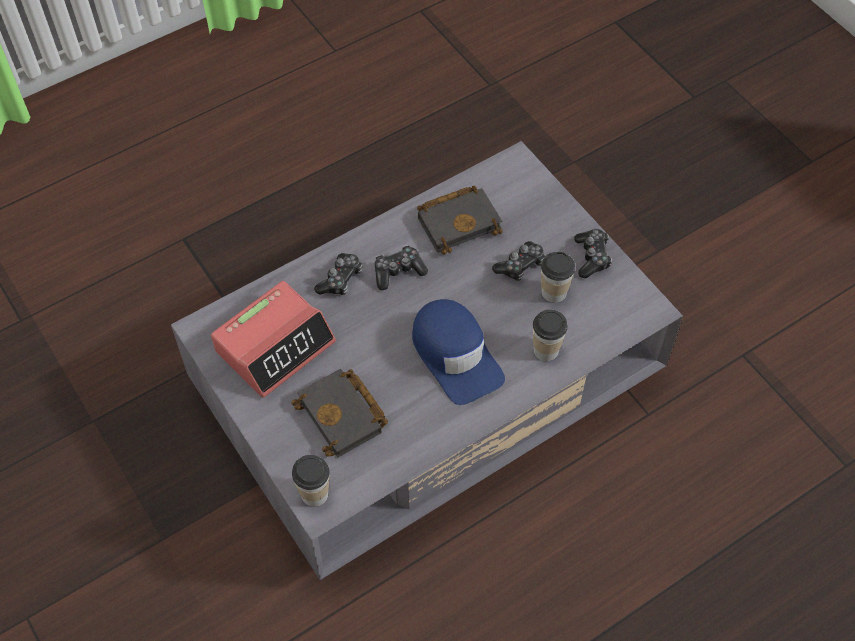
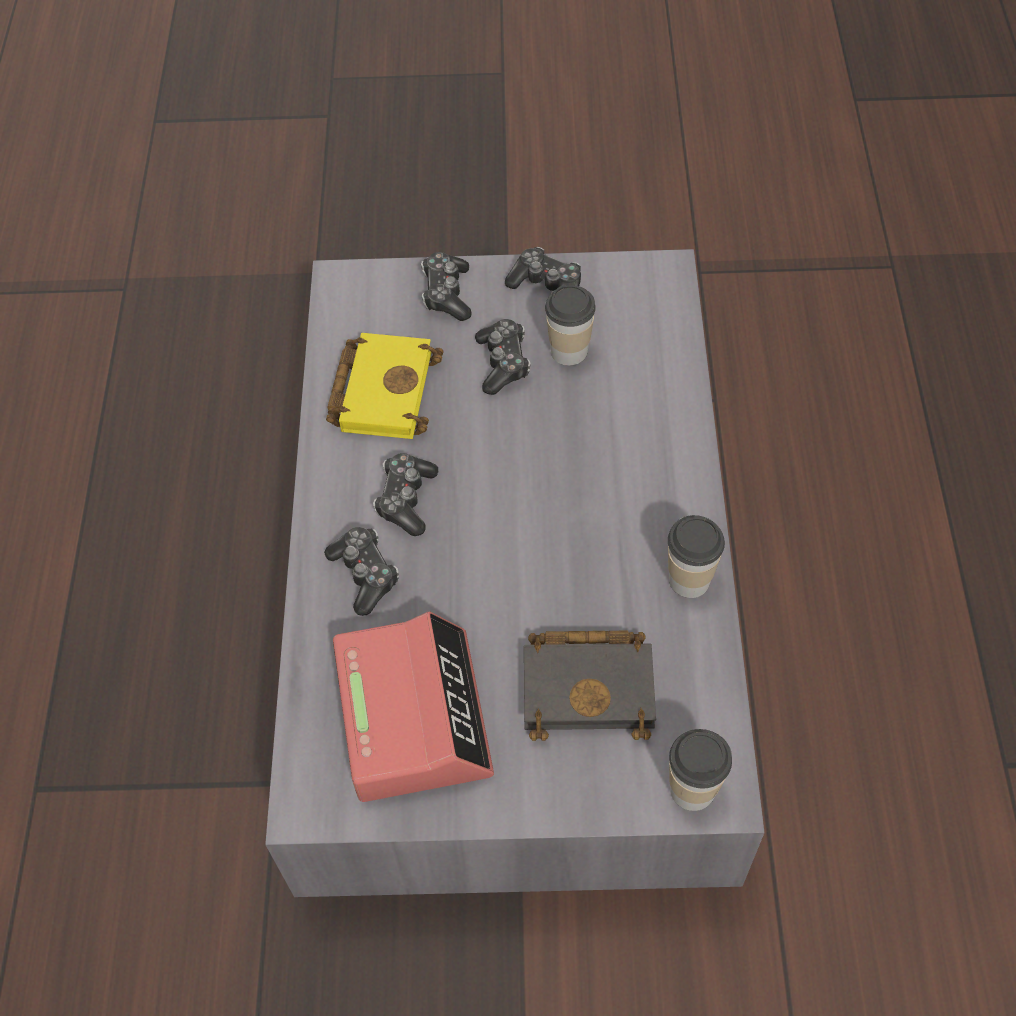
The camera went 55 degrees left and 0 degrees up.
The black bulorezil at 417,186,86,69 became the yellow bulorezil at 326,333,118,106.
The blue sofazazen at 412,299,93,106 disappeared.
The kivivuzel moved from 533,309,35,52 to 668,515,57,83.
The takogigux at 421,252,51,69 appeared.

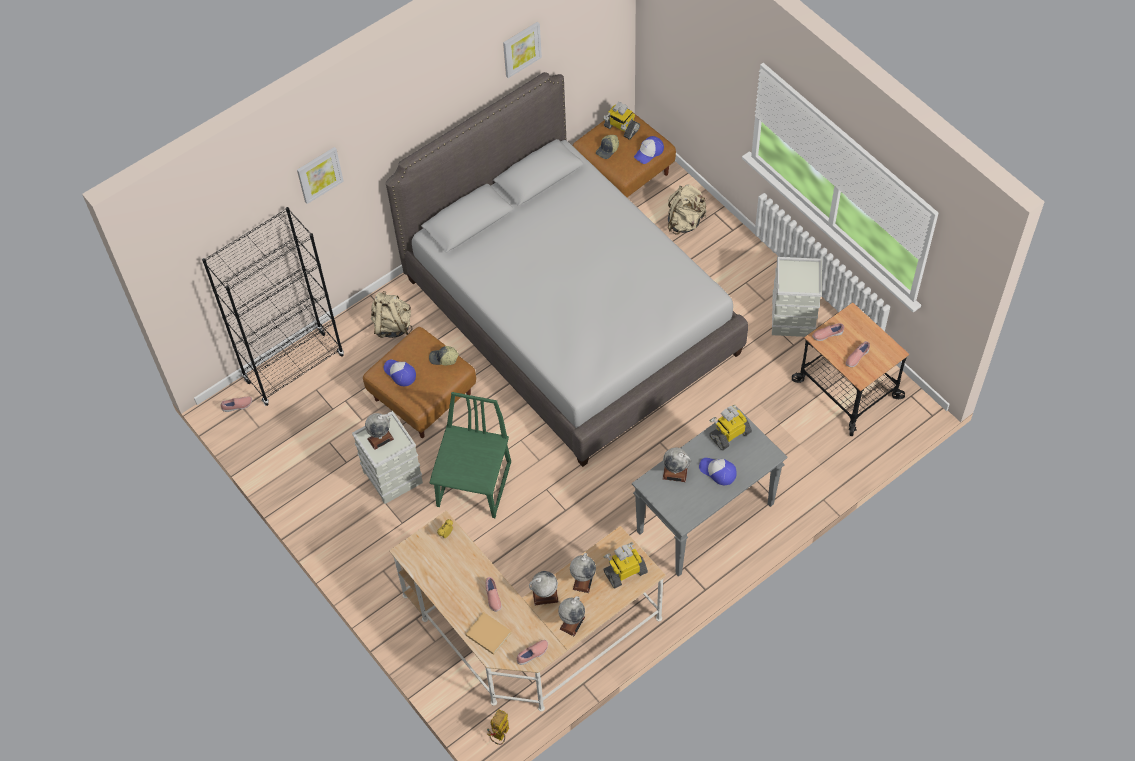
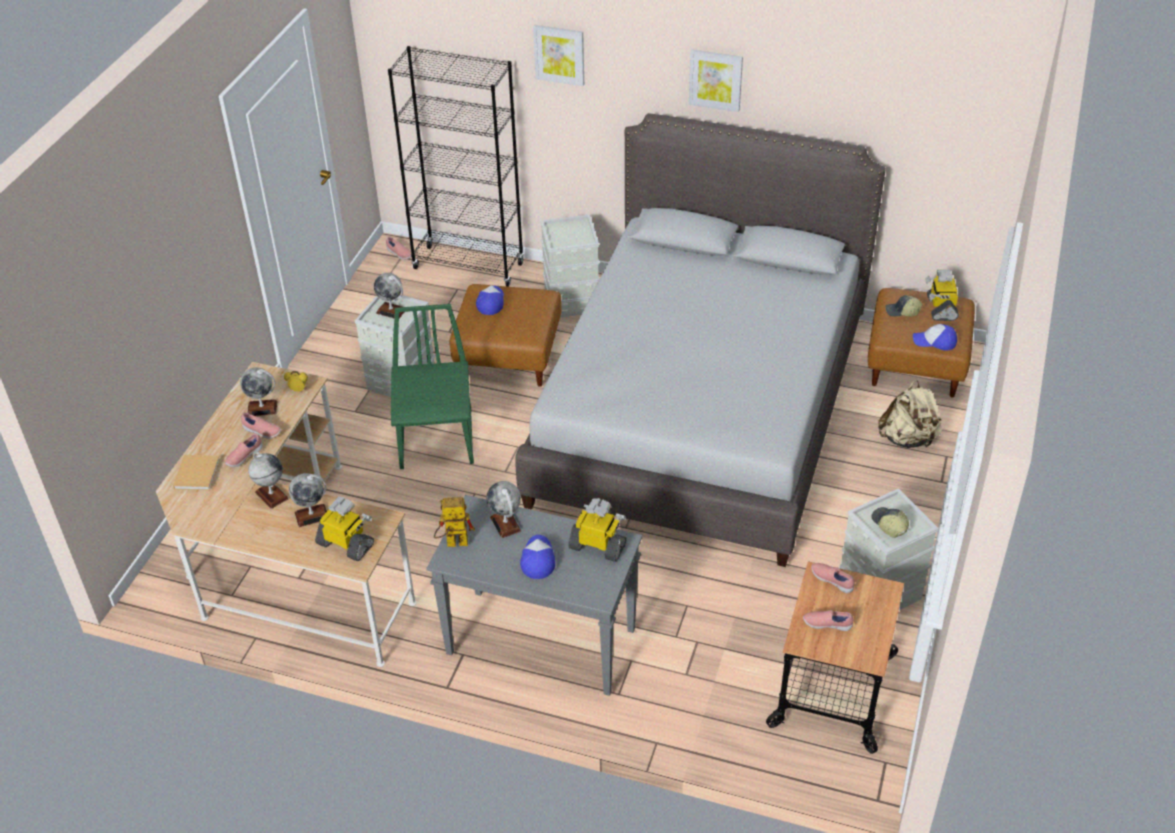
The camera went 55 degrees right and 15 degrees down.
The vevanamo moved from 503,22,39,56 to 689,49,54,63.
The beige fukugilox at 371,291,41,47 was replaced by the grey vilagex at 540,215,59,102.
The sofazazen moved from 429,346,30,19 to 871,507,38,31.
The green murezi at 429,392,82,126 turned 75 degrees counterclockwise.
The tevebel moved from 558,596,27,40 to 240,367,37,49.
The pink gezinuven moved from 517,640,31,25 to 241,412,40,26.
The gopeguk moved from 487,709,22,36 to 434,497,41,50.

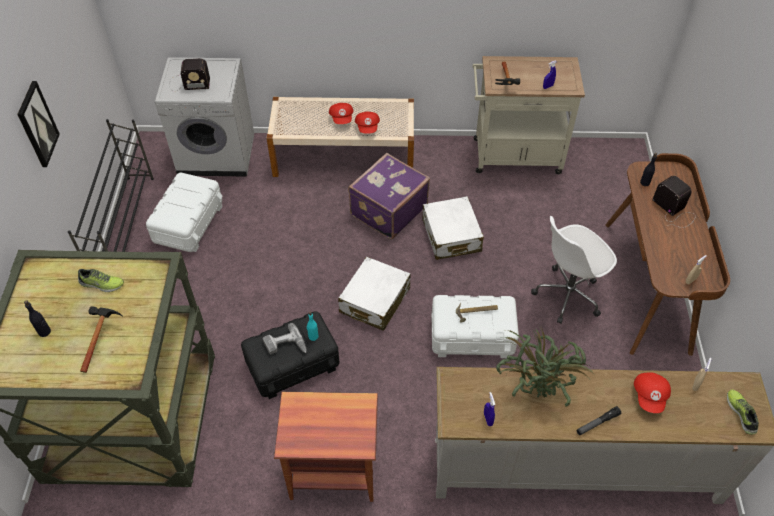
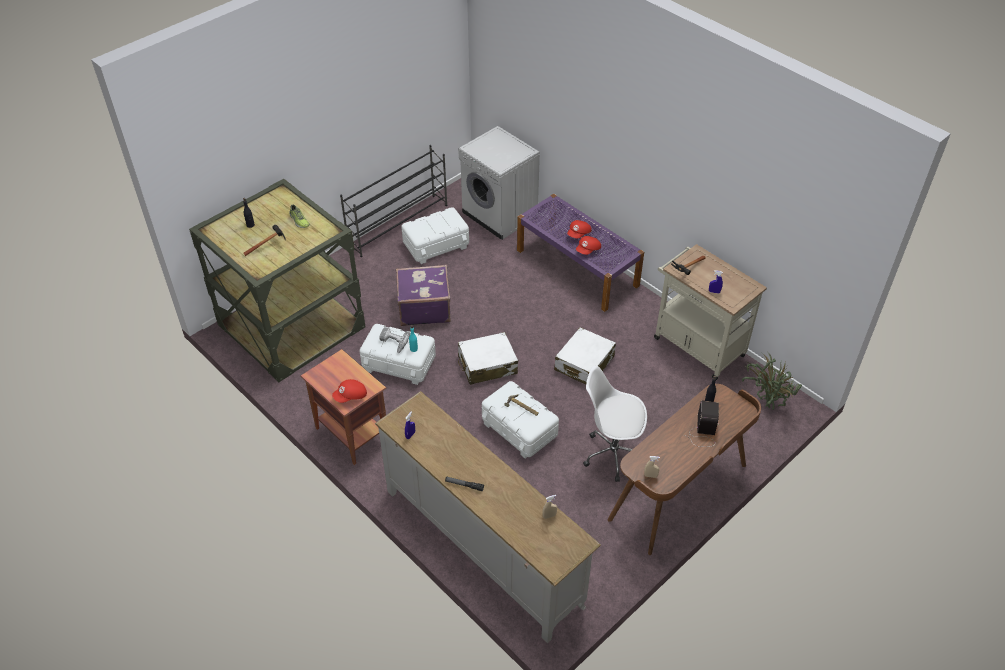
The camera went 45 degrees right and 5 degrees down.
The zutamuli at 170,58,40,32 disappeared.
The vevanamo at 17,81,43,86 disappeared.
The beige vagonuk at 267,97,147,80 became the purple vagonuk at 517,194,127,118.
The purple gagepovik moved from 348,153,82,86 to 396,265,55,61.
The black vilagex at 241,311,98,88 became the white vilagex at 360,324,76,61.
The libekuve moved from 496,328,99,79 to 742,353,60,57.
The red sofazazen moved from 634,372,37,41 to 332,379,35,24.
The gezinuven at 727,389,32,46 disappeared.

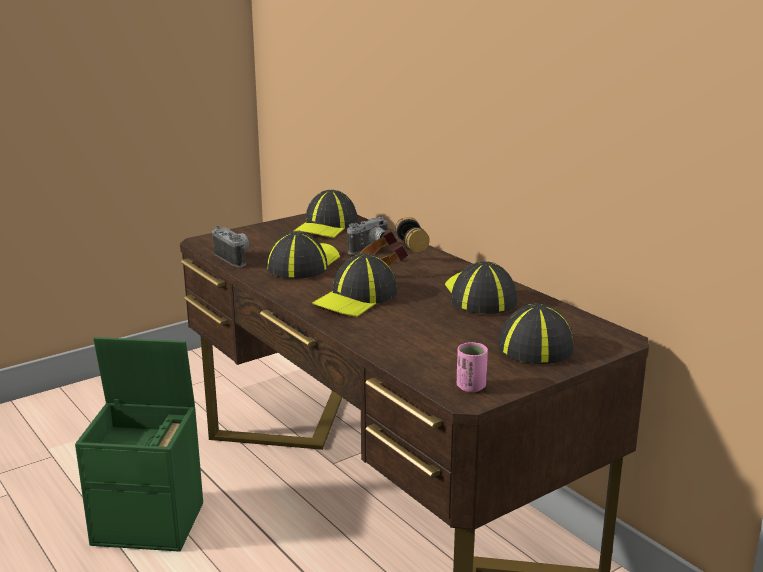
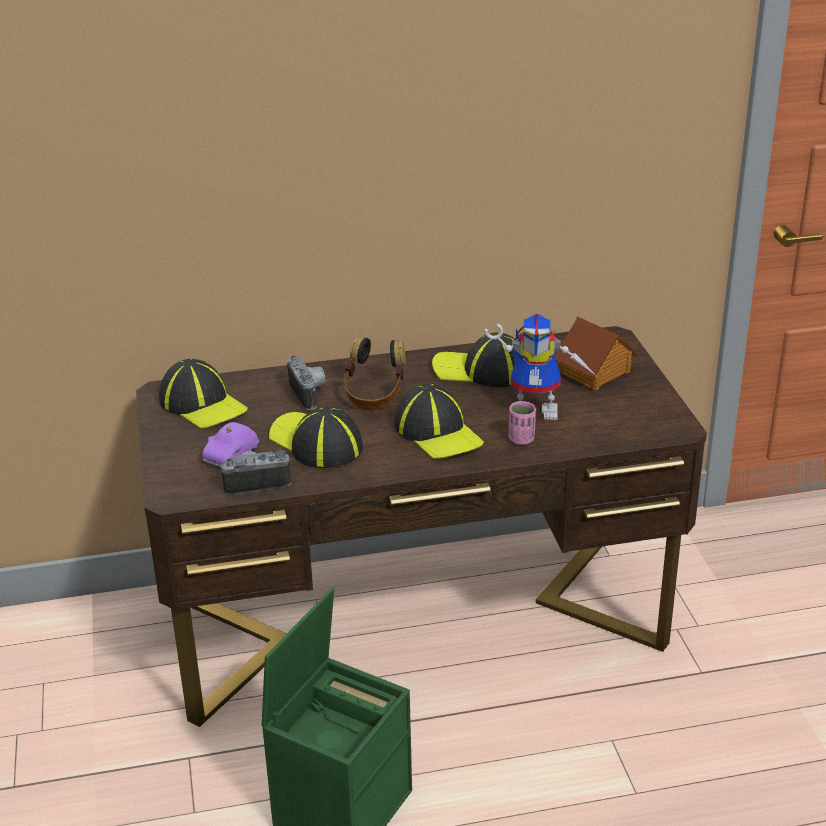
The camera went 65 degrees left and 10 degrees up.
The sofazazen at 499,303,74,61 was replaced by the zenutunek at 555,316,83,75.
The pink kivivuzel moved from 457,342,31,50 to 509,401,27,44.
The gopeguk at 484,314,112,106 appeared.
The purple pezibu at 202,422,57,45 appeared.

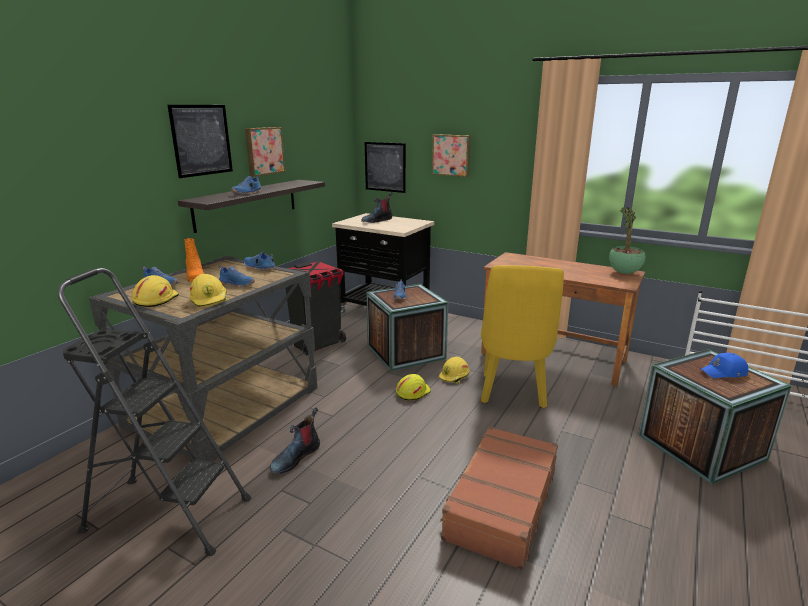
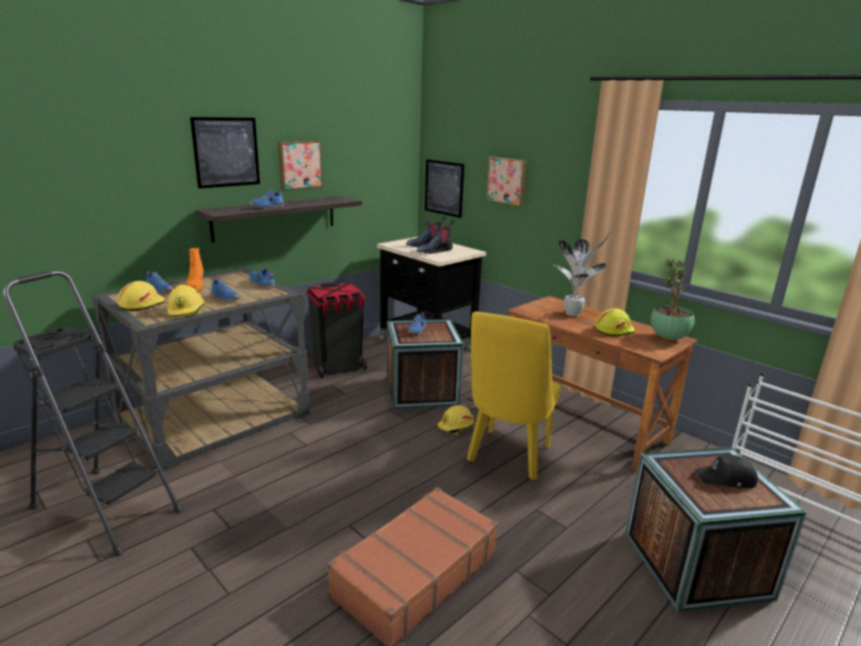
The camera went 15 degrees right and 0 degrees up.
The blue sofazazen at 700,353,48,25 became the black sofazazen at 695,455,63,33.
The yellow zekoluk moved from 396,374,35,27 to 595,308,40,28.
The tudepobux moved from 270,408,50,66 to 417,220,37,34.
The libekuve at 554,232,56,84 appeared.

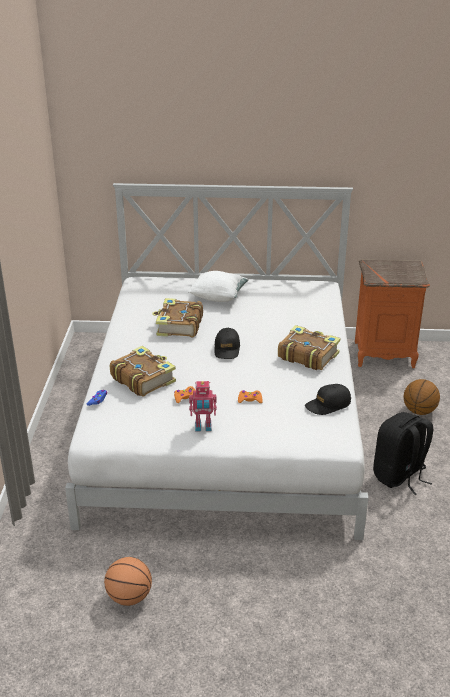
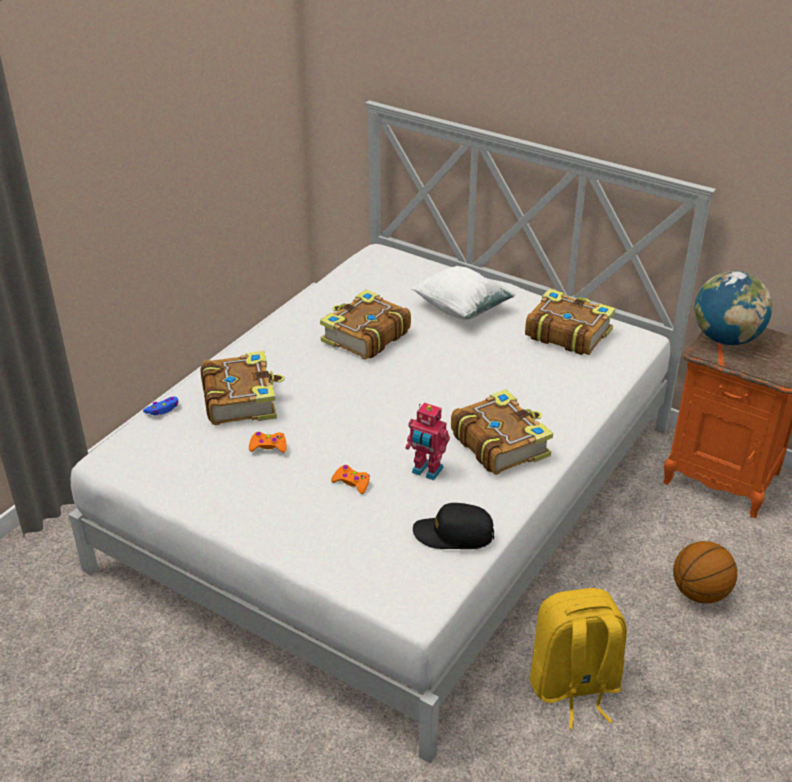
The camera went 30 degrees right and 5 degrees up.
The black sofazazen at 214,328,26,31 disappeared.
The gopeguk moved from 189,381,28,50 to 406,403,44,77.
The black fukugilox at 373,412,60,83 became the yellow fukugilox at 530,588,97,141.
The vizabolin at 104,557,48,49 disappeared.
The tevebel at 695,271,77,74 appeared.
The bulorezil at 525,289,91,66 appeared.

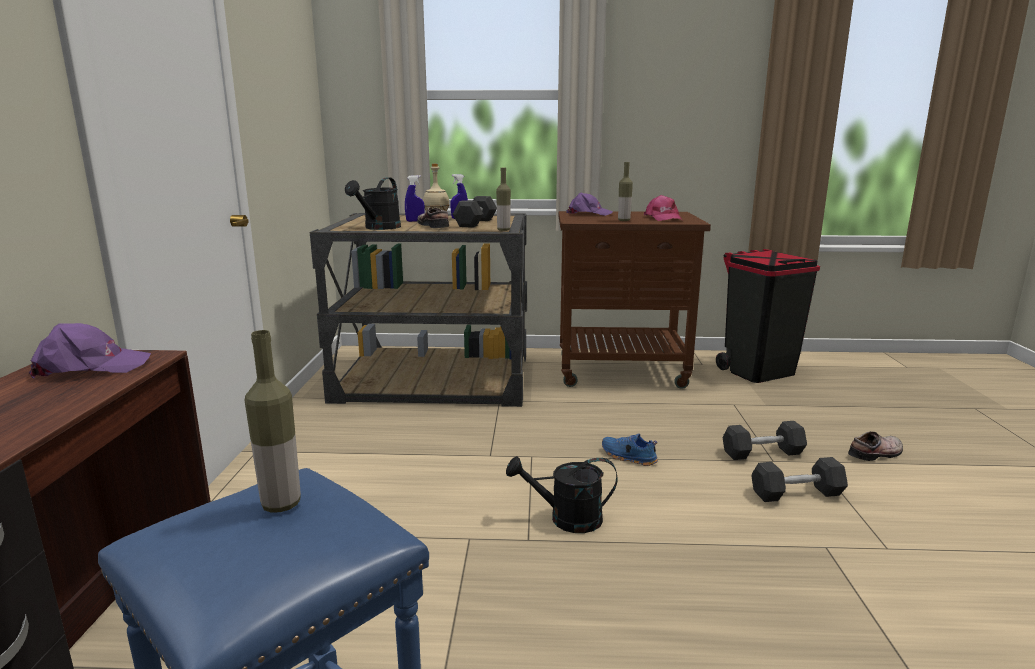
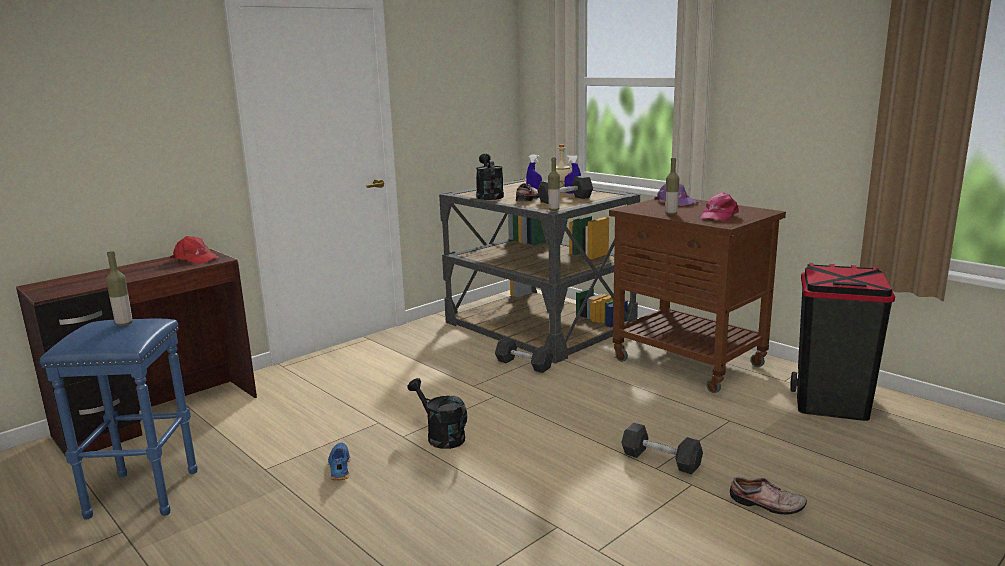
The camera went 45 degrees right and 0 degrees up.
The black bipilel at 345,177,56,53 turned 105 degrees clockwise.
The purple sofazazen at 29,323,122,55 became the red sofazazen at 170,236,50,28.
The blue gezinuven moved from 602,433,56,33 to 328,443,22,37.
The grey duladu moved from 751,457,97,45 to 495,338,58,35.

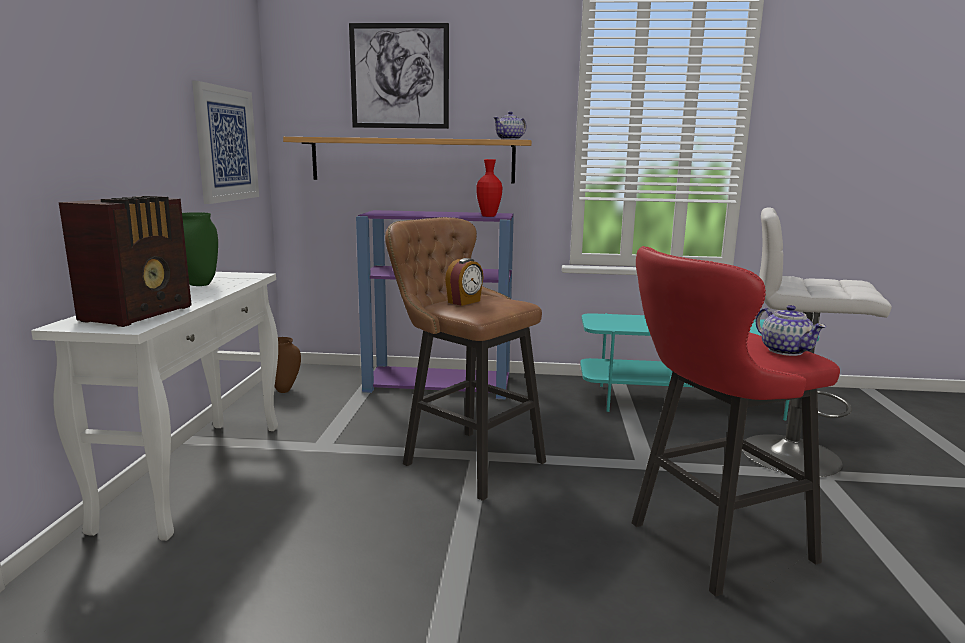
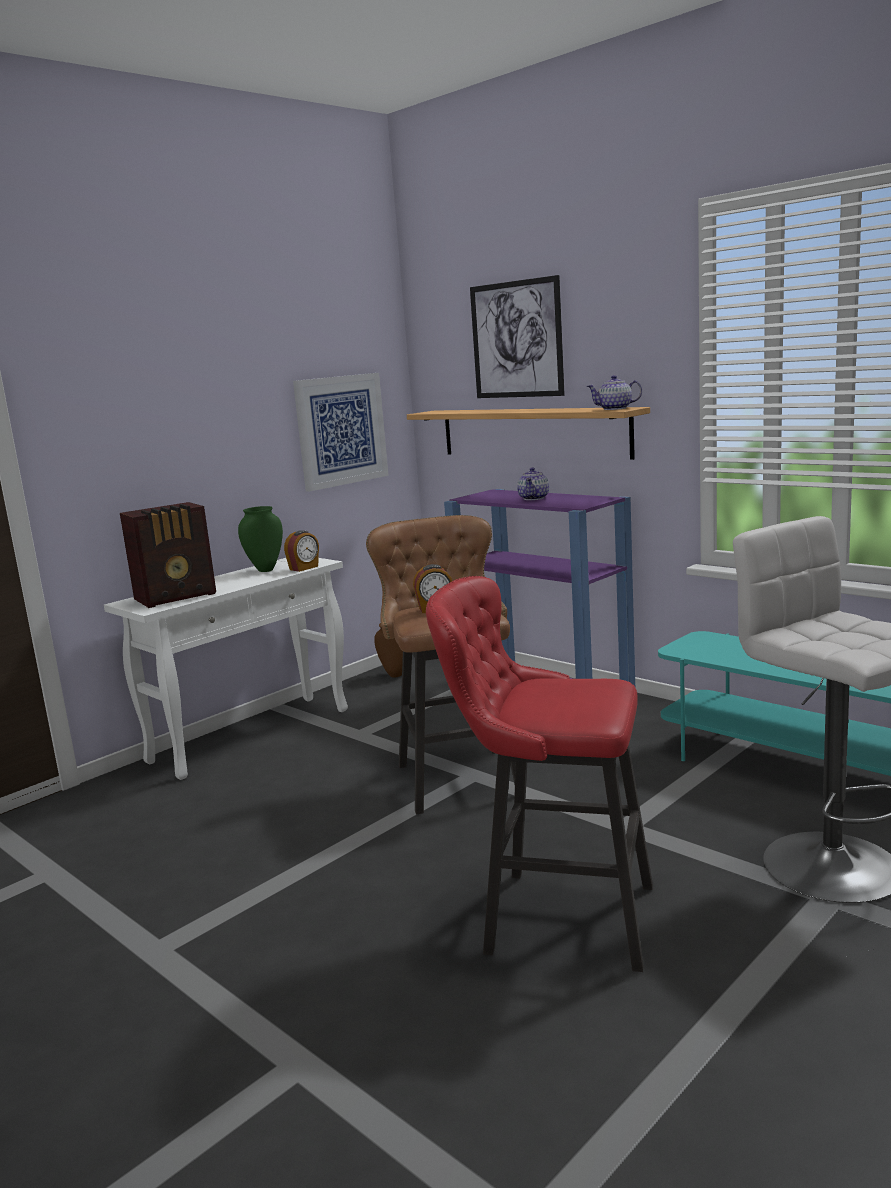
The camera went 40 degrees right and 0 degrees up.
The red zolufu at 476,159,26,58 disappeared.
The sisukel moved from 756,305,70,51 to 517,467,32,33.
The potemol at 284,530,35,42 appeared.

